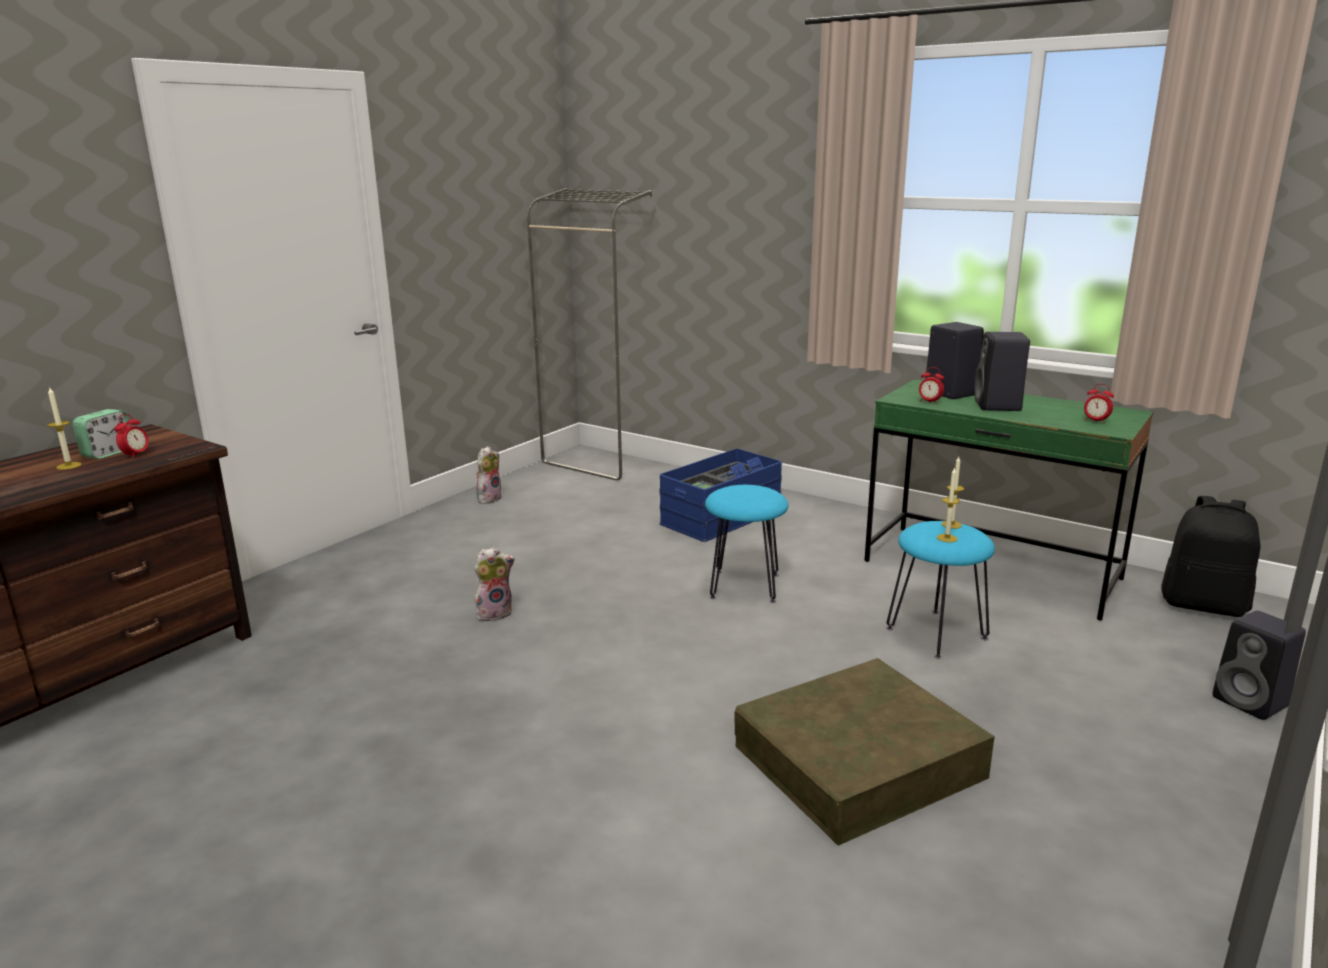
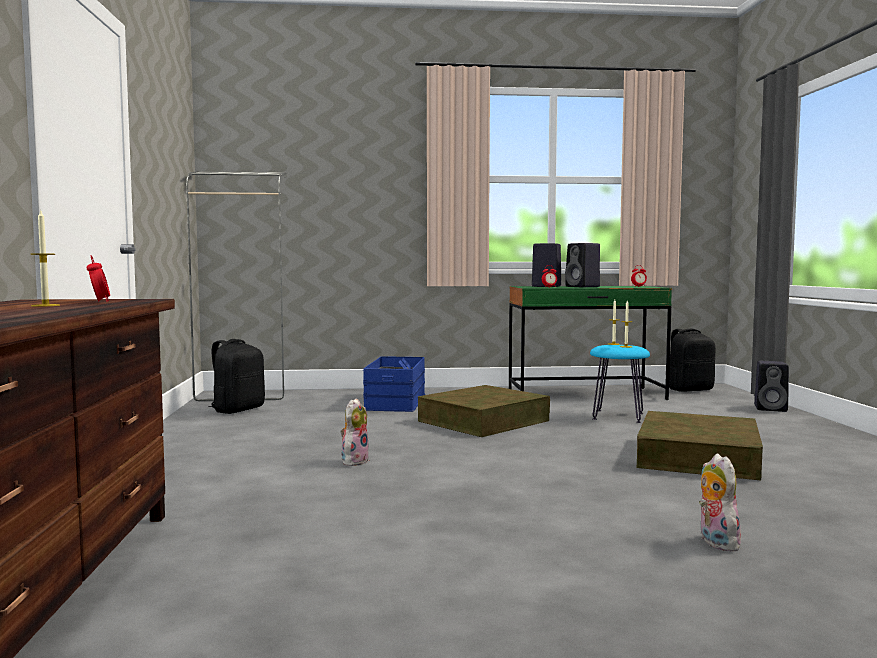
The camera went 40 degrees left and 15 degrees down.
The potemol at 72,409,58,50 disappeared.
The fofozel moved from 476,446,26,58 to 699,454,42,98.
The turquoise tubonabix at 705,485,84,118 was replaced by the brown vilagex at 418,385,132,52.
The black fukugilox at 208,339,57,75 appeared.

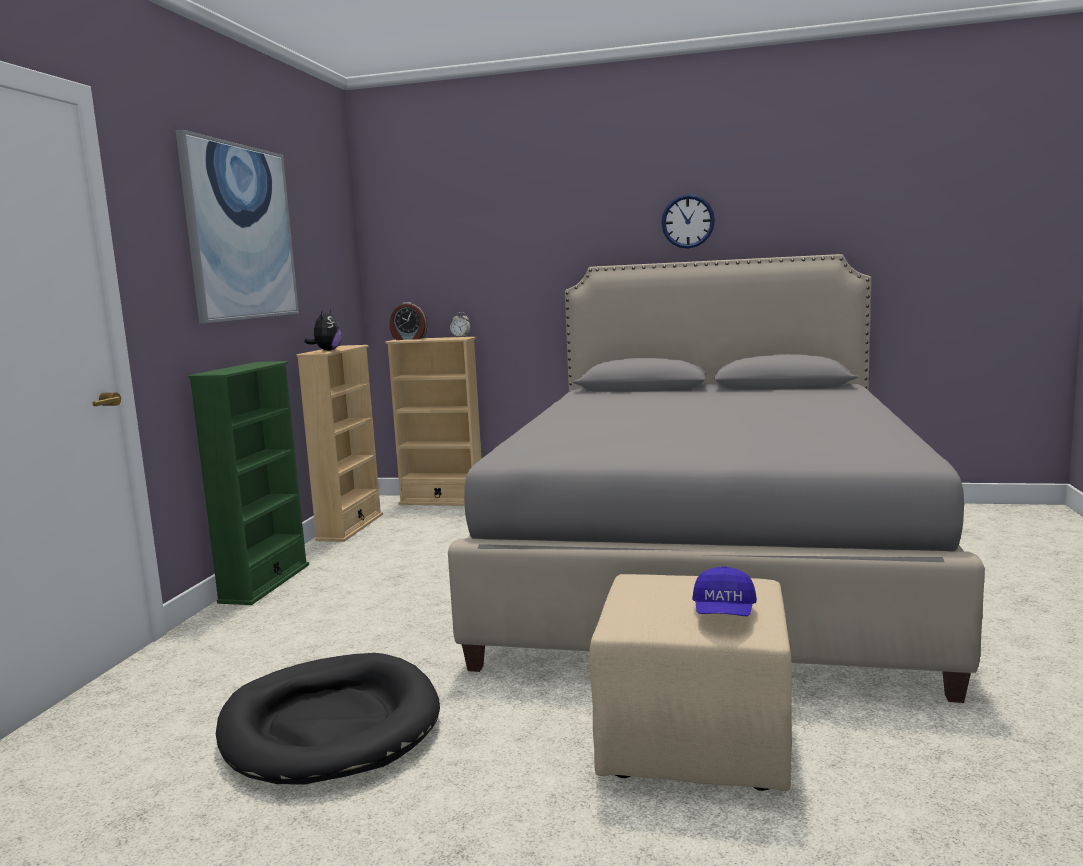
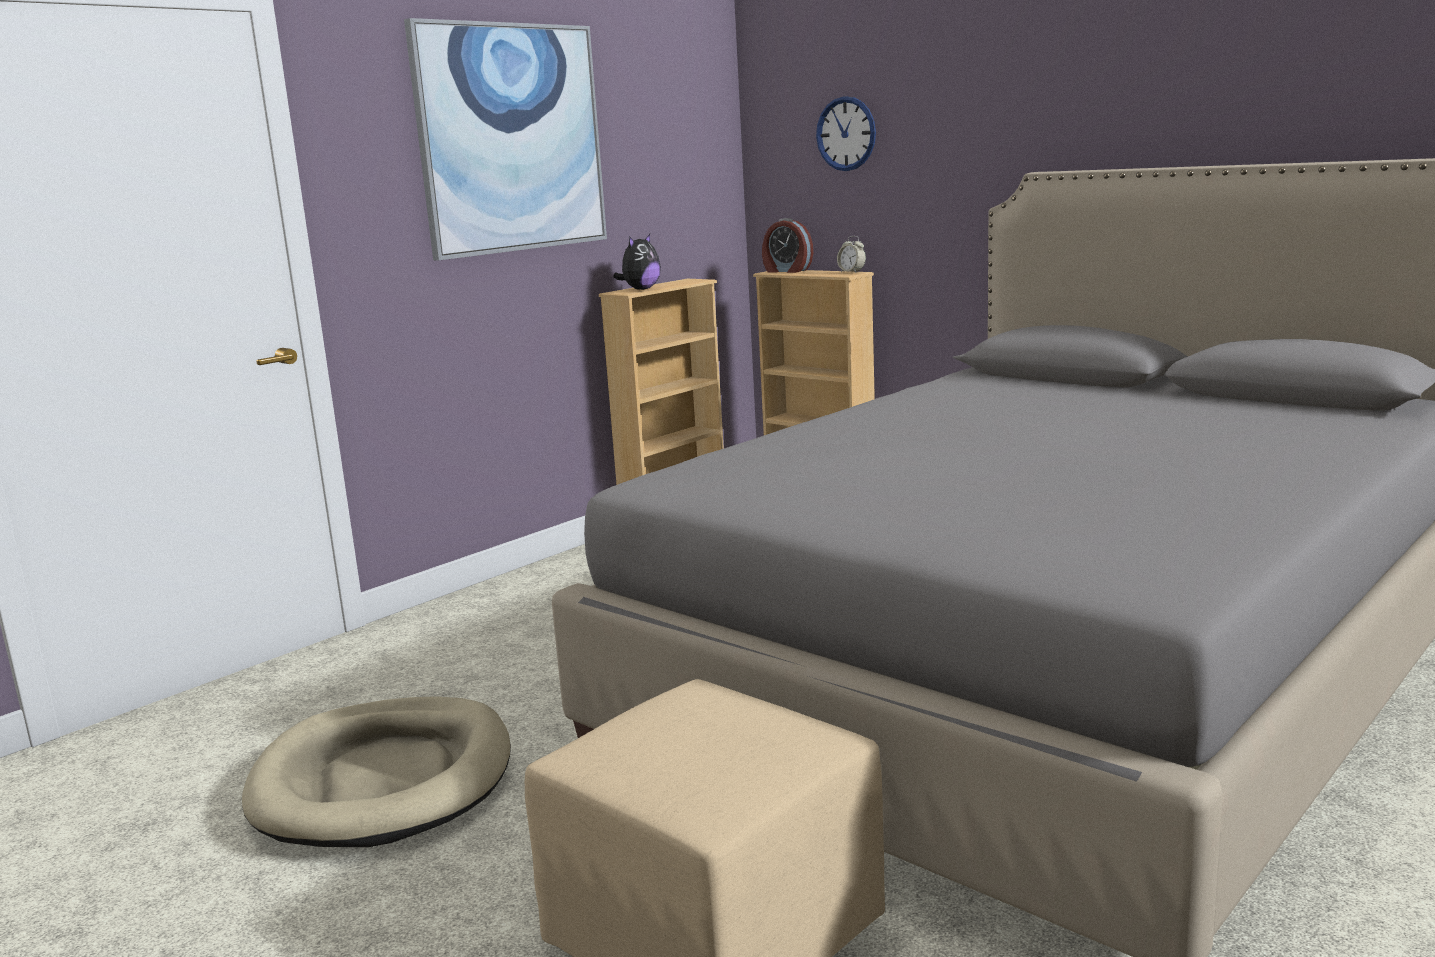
The camera went 30 degrees right and 5 degrees up.
The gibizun moved from 661,194,54,55 to 816,96,60,75.
The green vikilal at 188,361,121,244 disappeared.
The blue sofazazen at 692,566,65,50 disappeared.
The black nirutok at 216,653,224,132 became the beige nirutok at 242,696,269,151.

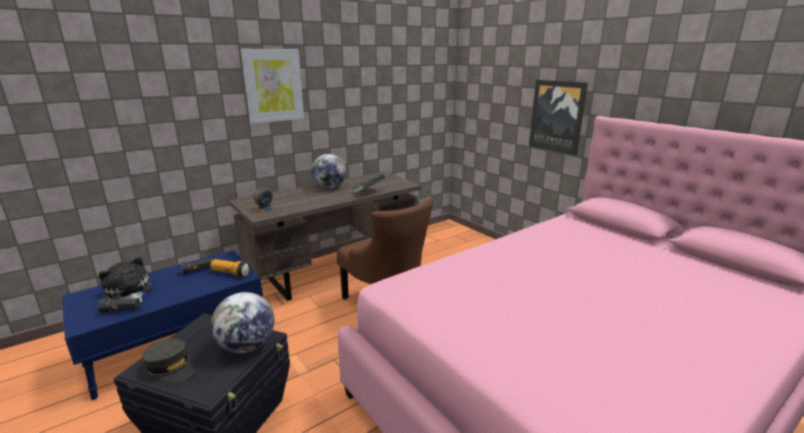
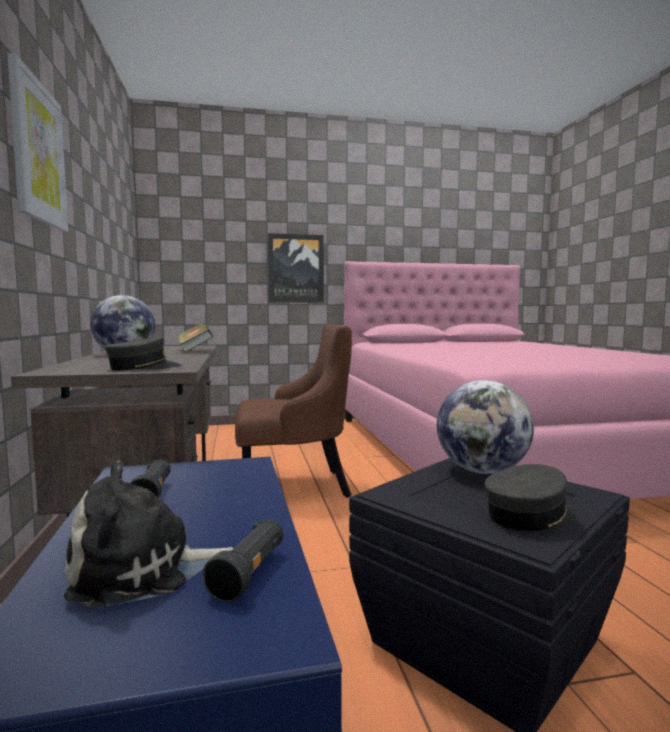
The camera went 65 degrees left and 15 degrees down.
The potemol at 254,187,21,26 was replaced by the grey sofazazen at 104,336,78,34.
The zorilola at 210,259,40,18 disappeared.

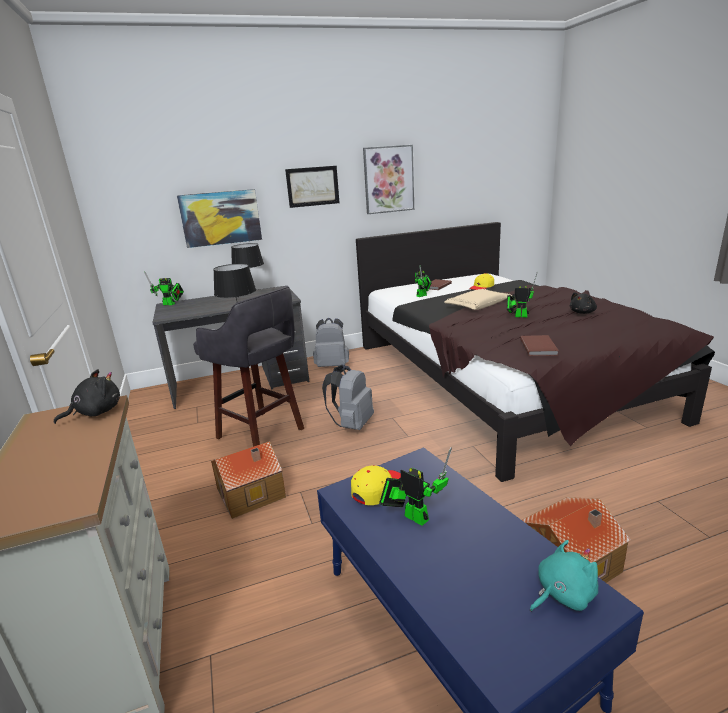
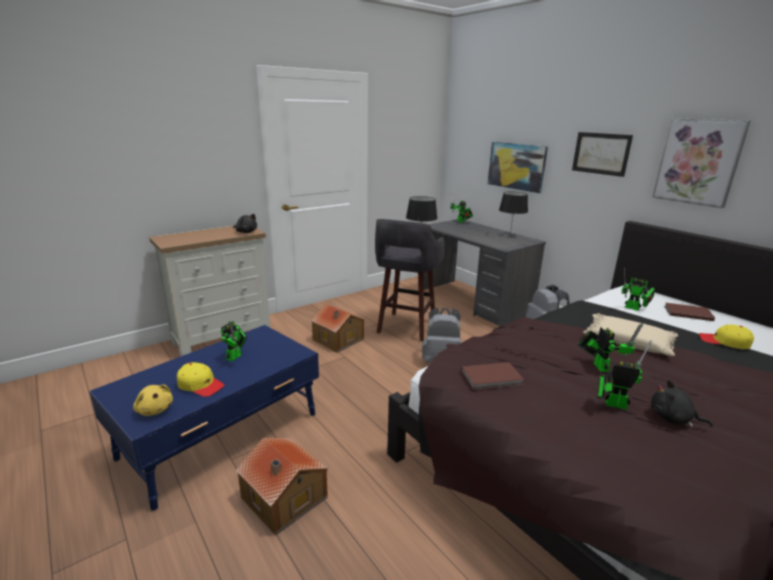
The camera went 70 degrees right and 0 degrees up.
The yellow sofazazen moved from 351,465,50,40 to 177,362,47,35.
The turquoise fofozel at 530,540,68,72 became the yellow fofozel at 133,384,40,32.
The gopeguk at 597,340,55,70 appeared.

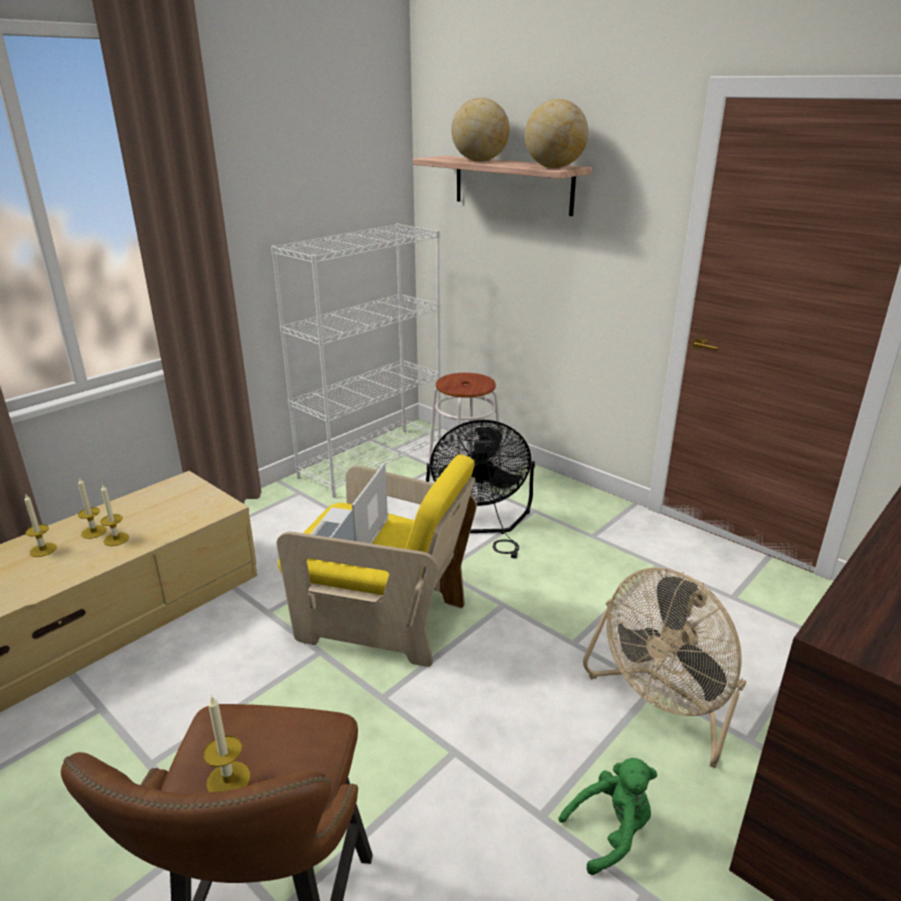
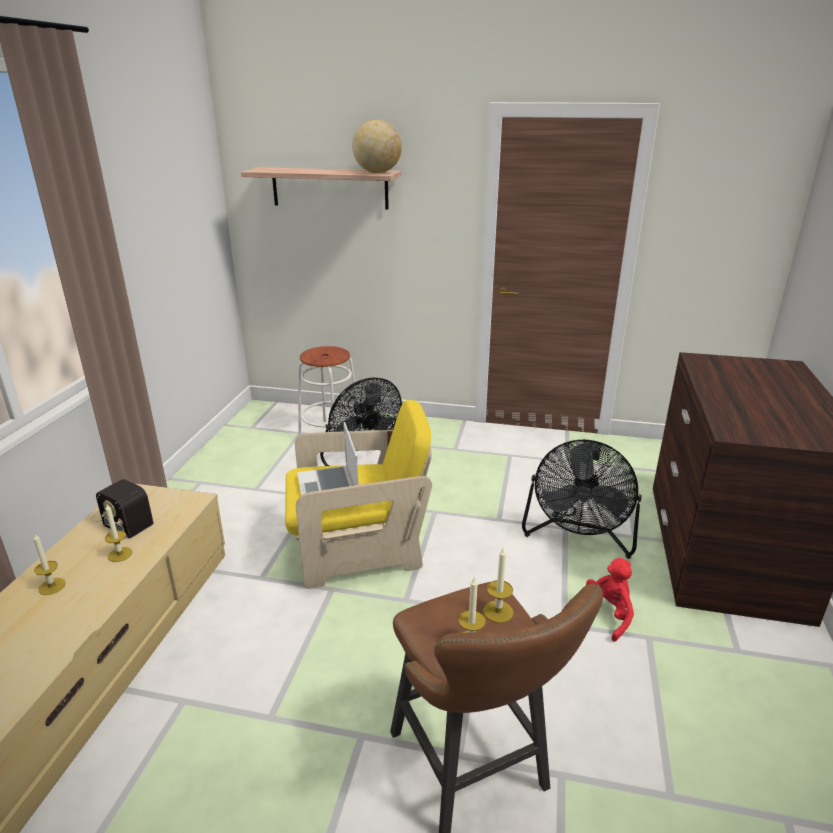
The camera went 30 degrees left and 0 degrees up.
The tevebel at 451,98,59,63 disappeared.
The white vikilal at 271,224,170,274 disappeared.
The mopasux moved from 78,477,29,62 to 483,548,31,75.
The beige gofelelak at 583,567,163,201 became the black gofelelak at 522,440,120,119.
The green fofozel at 558,758,99,117 became the red fofozel at 586,558,48,83.
The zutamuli at 91,479,63,60 appeared.

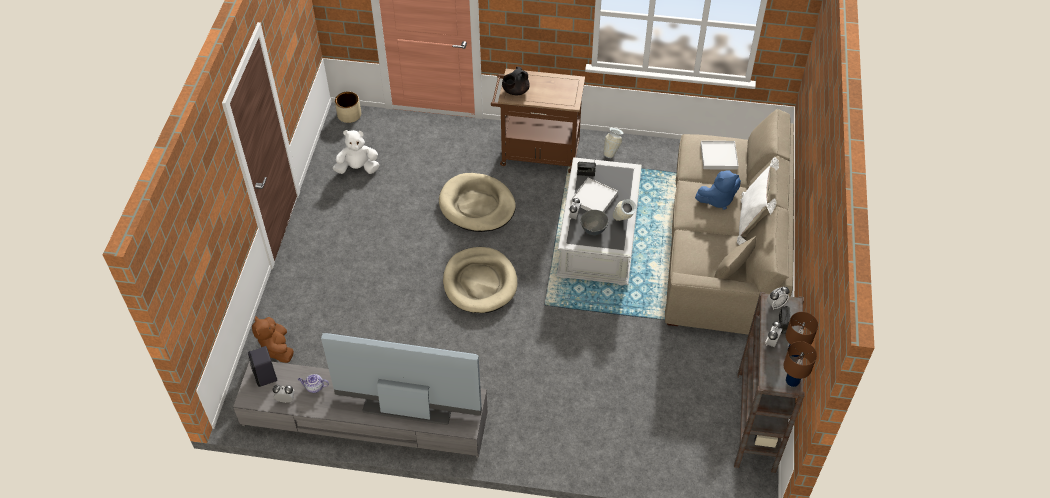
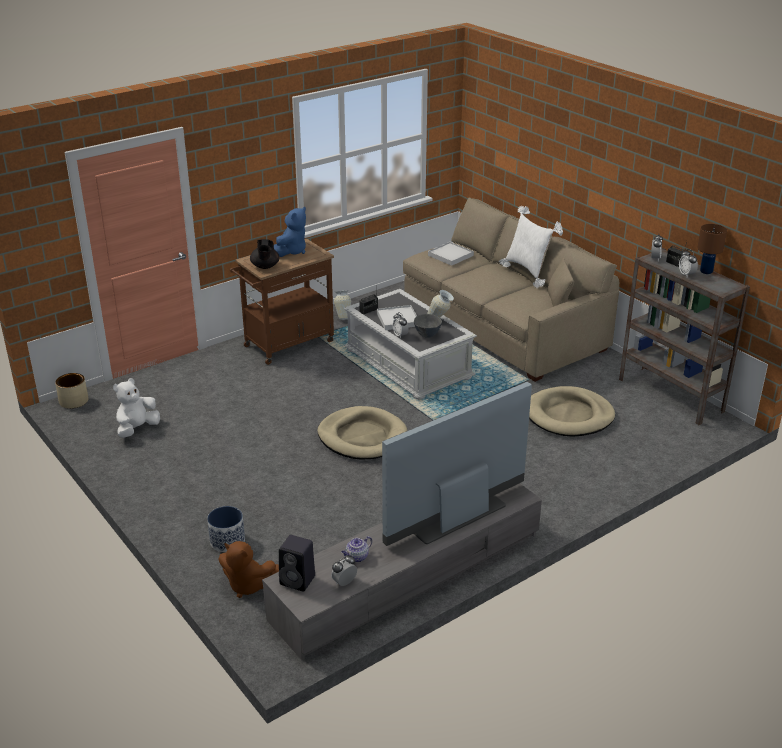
The camera went 45 degrees left and 20 degrees down.
The blue fofozel moved from 695,170,46,40 to 274,207,32,50.
The beige nirutok moved from 439,173,77,59 to 529,386,86,51.
The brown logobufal at 783,341,34,46 disappeared.
The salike at 207,506,38,46 appeared.

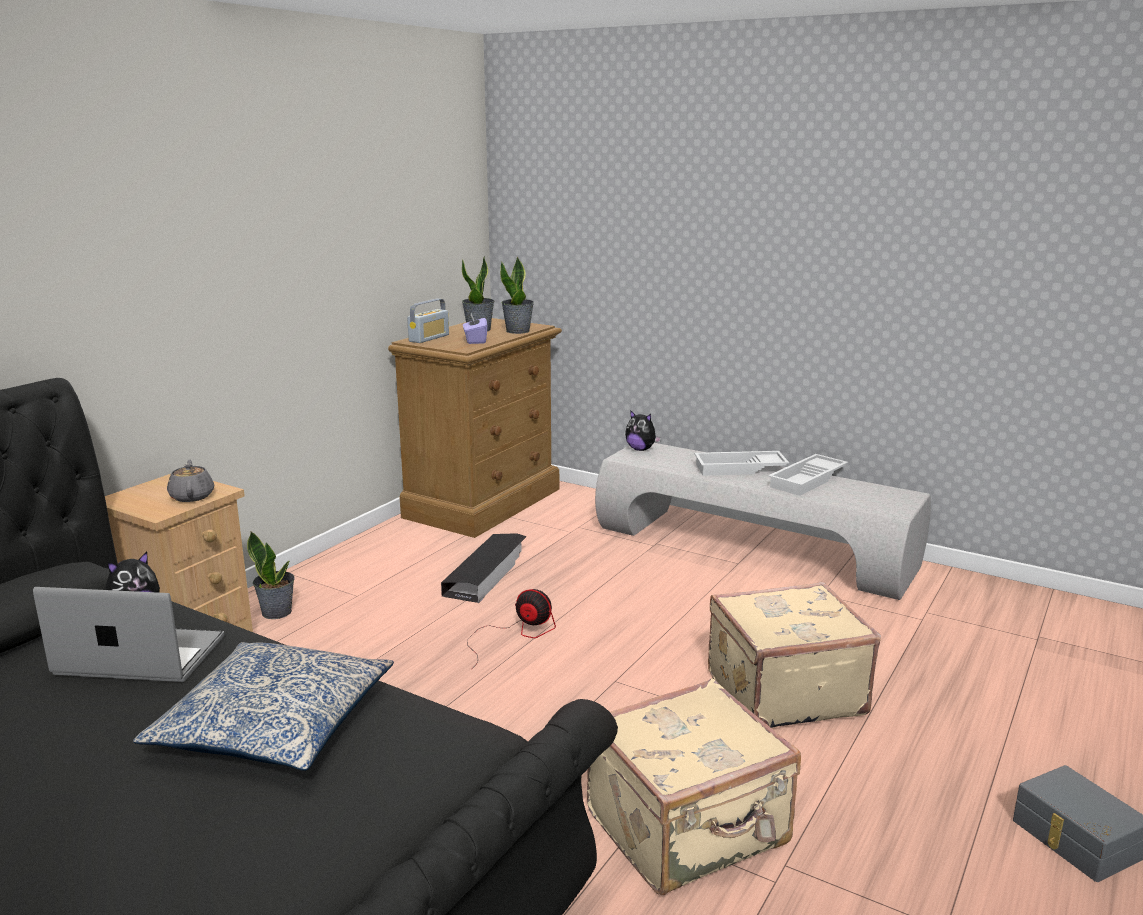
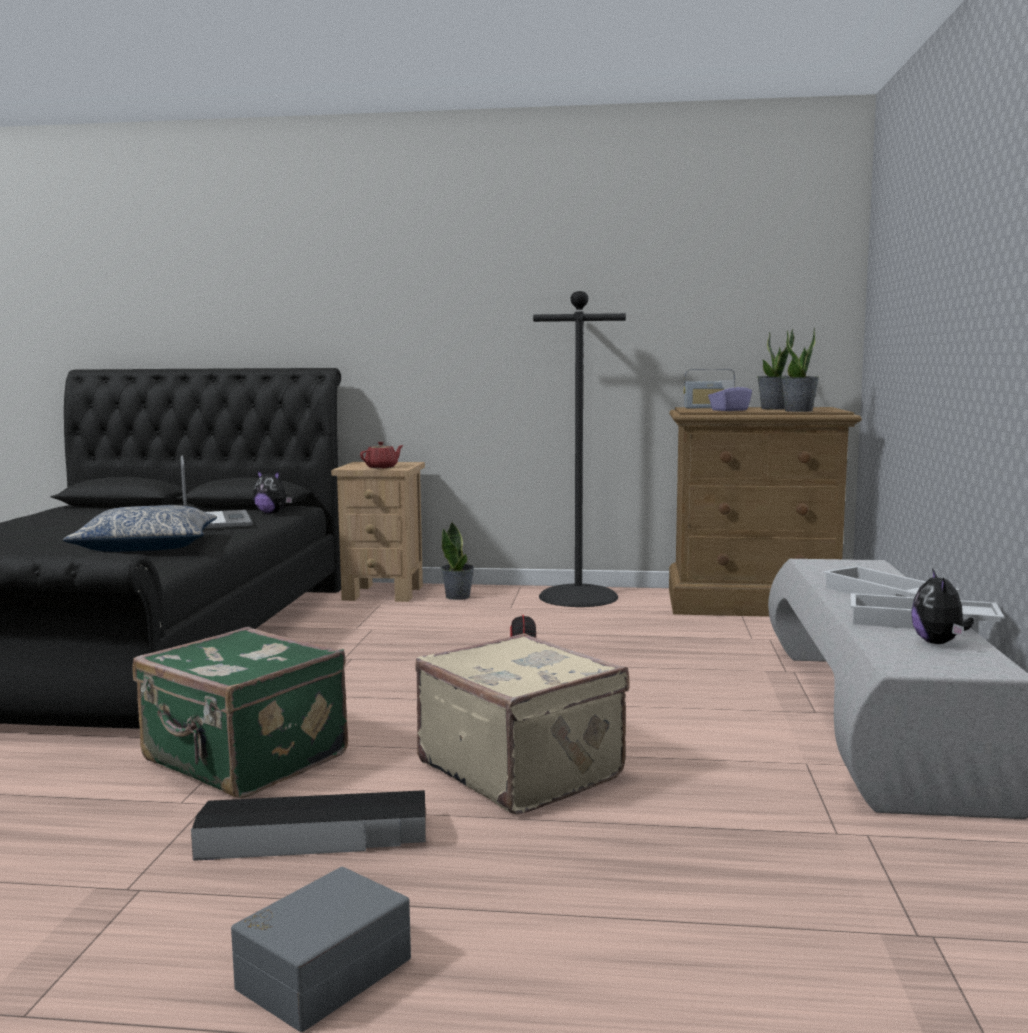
The camera went 65 degrees right and 10 degrees down.
The fofozel moved from 625,410,36,41 to 911,568,63,76.
The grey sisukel at 167,459,47,43 became the red sisukel at 360,442,43,27.
The black vilagex moved from 441,533,86,70 to 191,790,235,71.
The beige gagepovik at 587,678,214,217 became the green gagepovik at 132,627,216,171.
The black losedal at 533,291,93,316 appeared.

